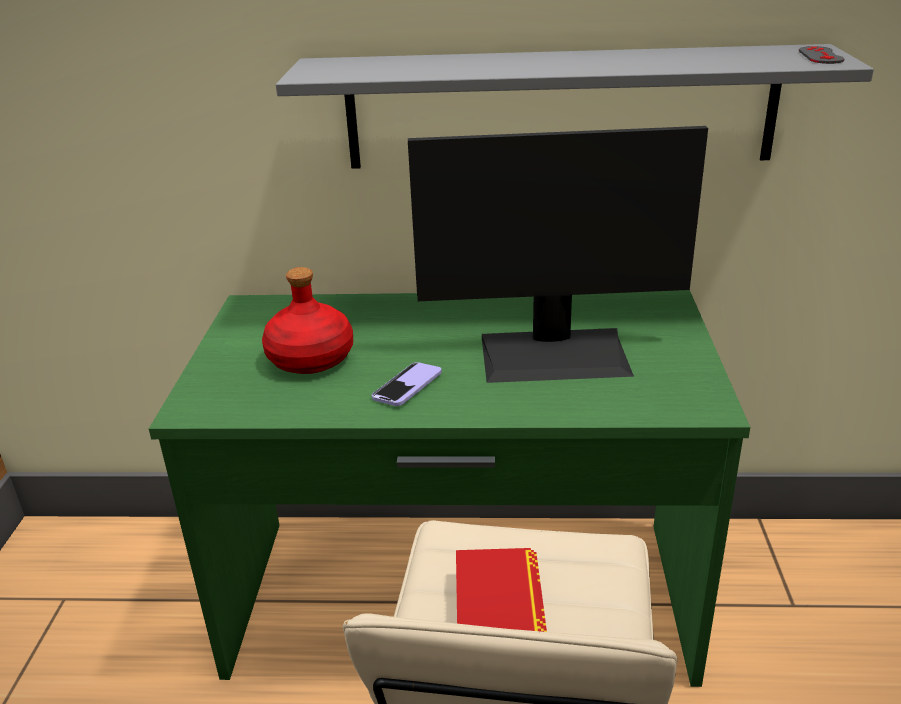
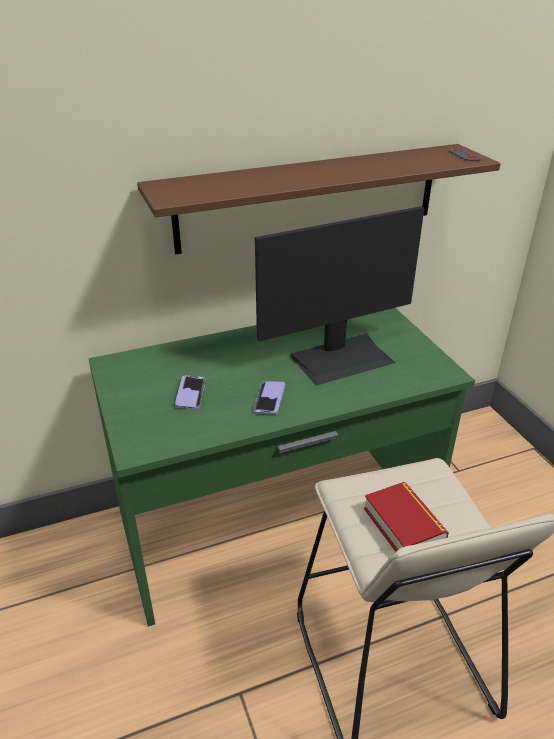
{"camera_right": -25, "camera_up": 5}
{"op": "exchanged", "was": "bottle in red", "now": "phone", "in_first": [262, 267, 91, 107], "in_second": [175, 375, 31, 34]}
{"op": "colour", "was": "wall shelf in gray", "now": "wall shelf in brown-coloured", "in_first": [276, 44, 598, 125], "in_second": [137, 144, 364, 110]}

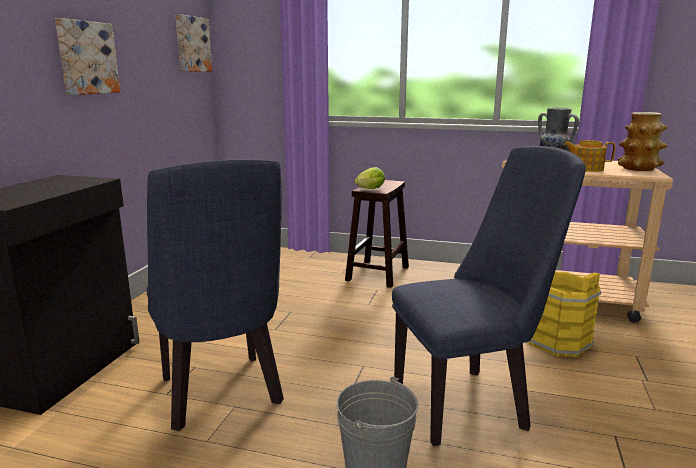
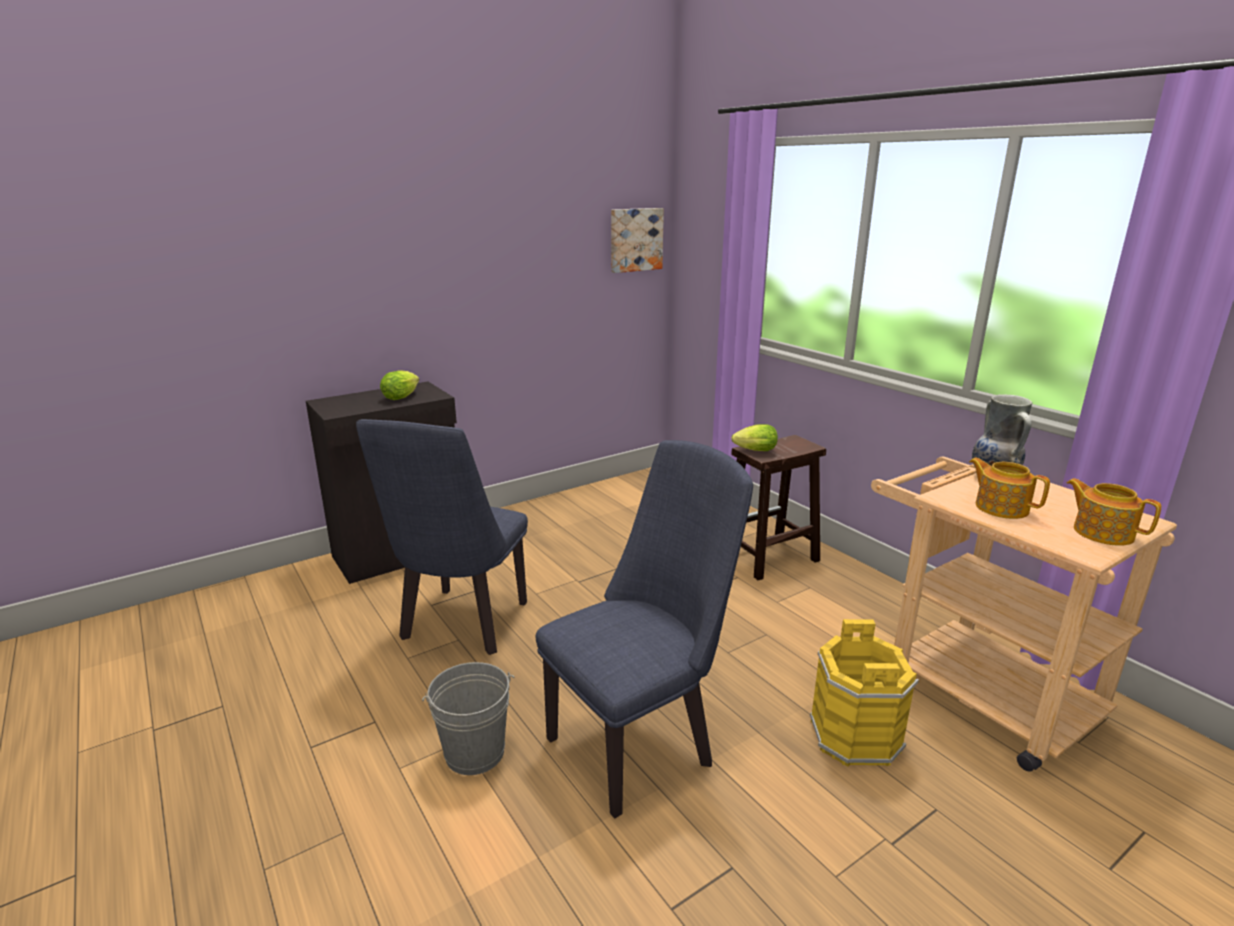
{"camera_right": 40, "camera_up": 5}
{"op": "missing", "was": "wall art", "in_first": [55, 18, 65, 77]}
{"op": "spun", "was": "chair in bluish", "in_first": [392, 146, 194, 300], "in_second": [536, 440, 217, 379], "clockwise": -60}
{"op": "exchanged", "was": "vase", "now": "teapot", "in_first": [618, 112, 50, 59], "in_second": [1067, 478, 94, 68]}
{"op": "appeared", "now": "head of lettuce", "in_second": [380, 370, 39, 30]}

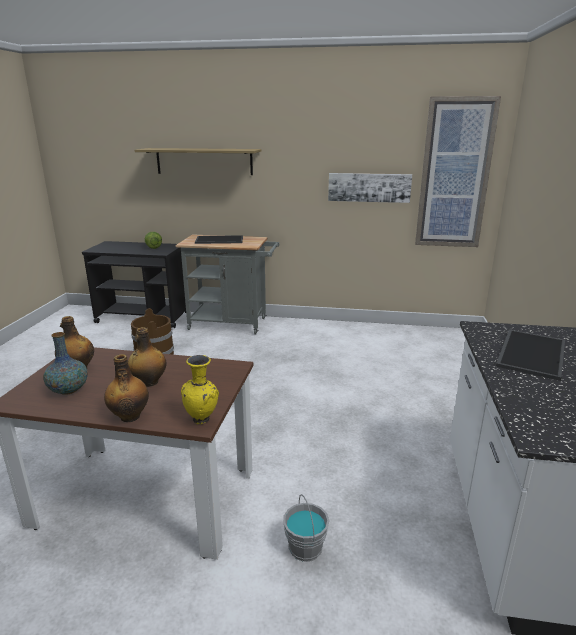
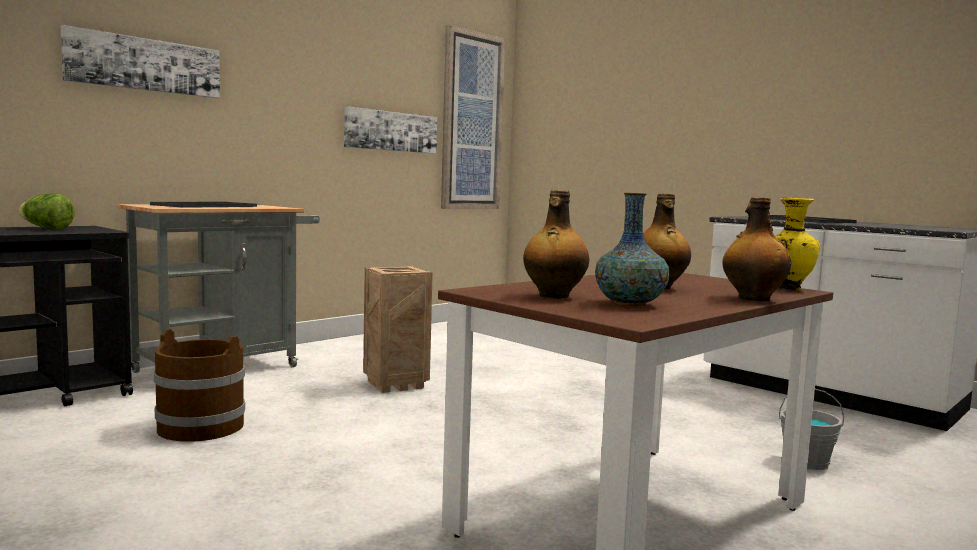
{"camera_right": -55, "camera_up": -15}
{"op": "exchanged", "was": "wall shelf", "now": "wall art", "in_first": [135, 148, 126, 27], "in_second": [61, 25, 159, 73]}
{"op": "appeared", "now": "crate", "in_second": [363, 266, 70, 127]}

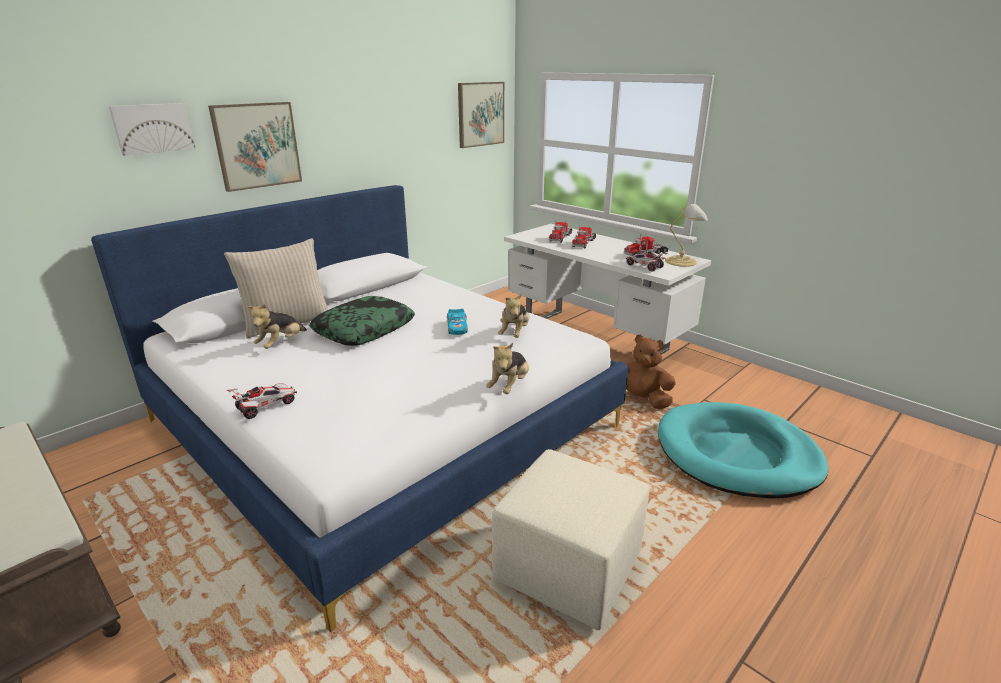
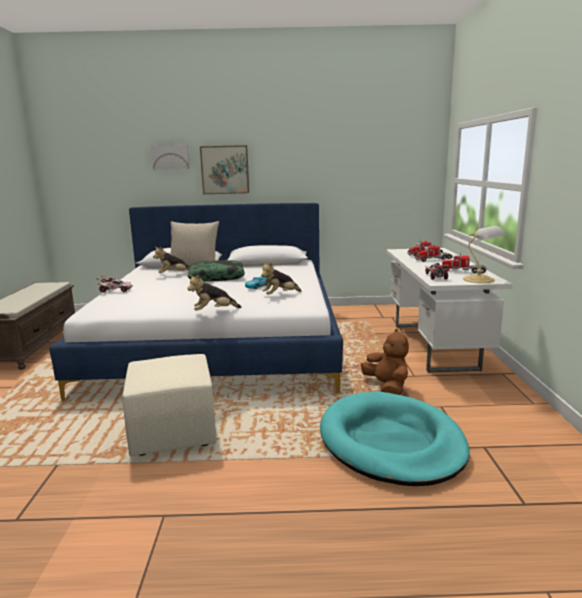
{"camera_right": 45, "camera_up": -10}
{"op": "missing", "was": "wall art", "in_first": [458, 82, 46, 66]}

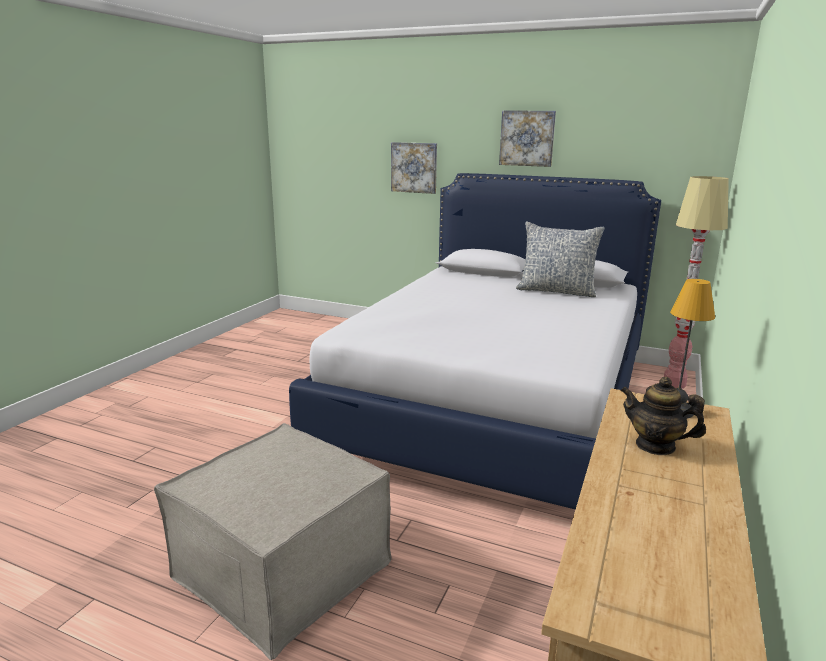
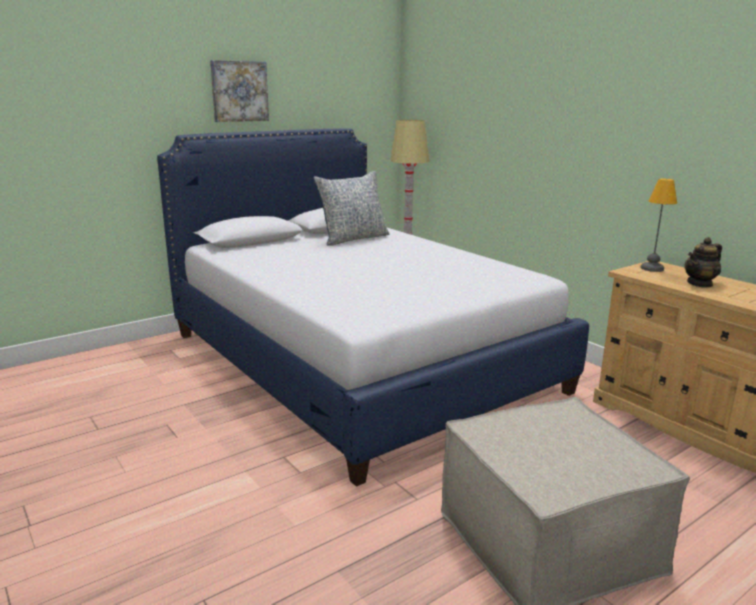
{"camera_right": -60, "camera_up": 0}
{"op": "missing", "was": "wall art", "in_first": [391, 142, 46, 52]}

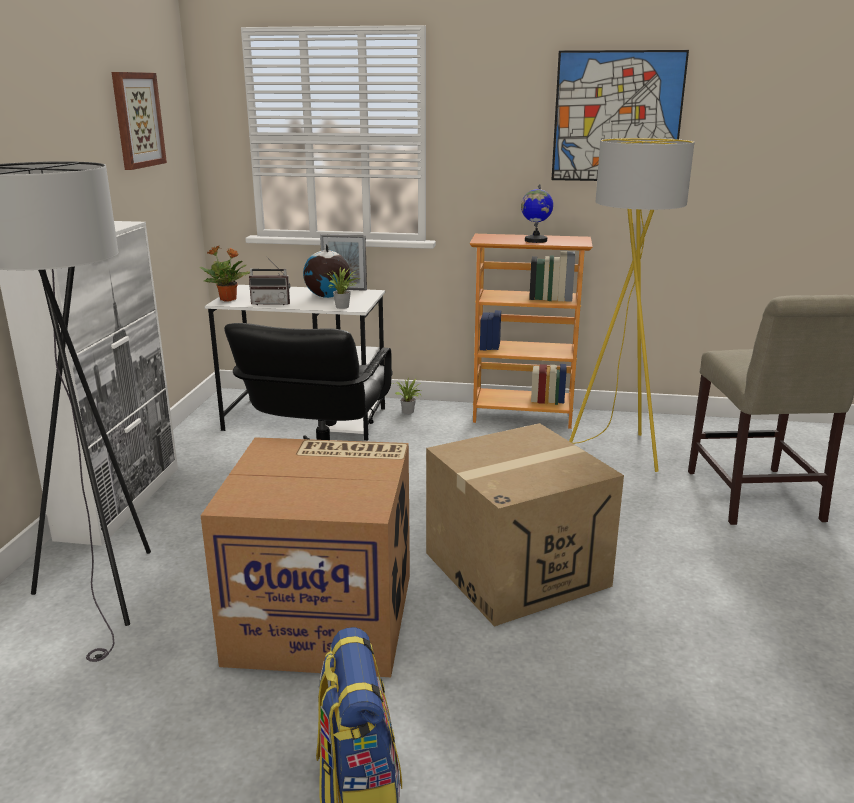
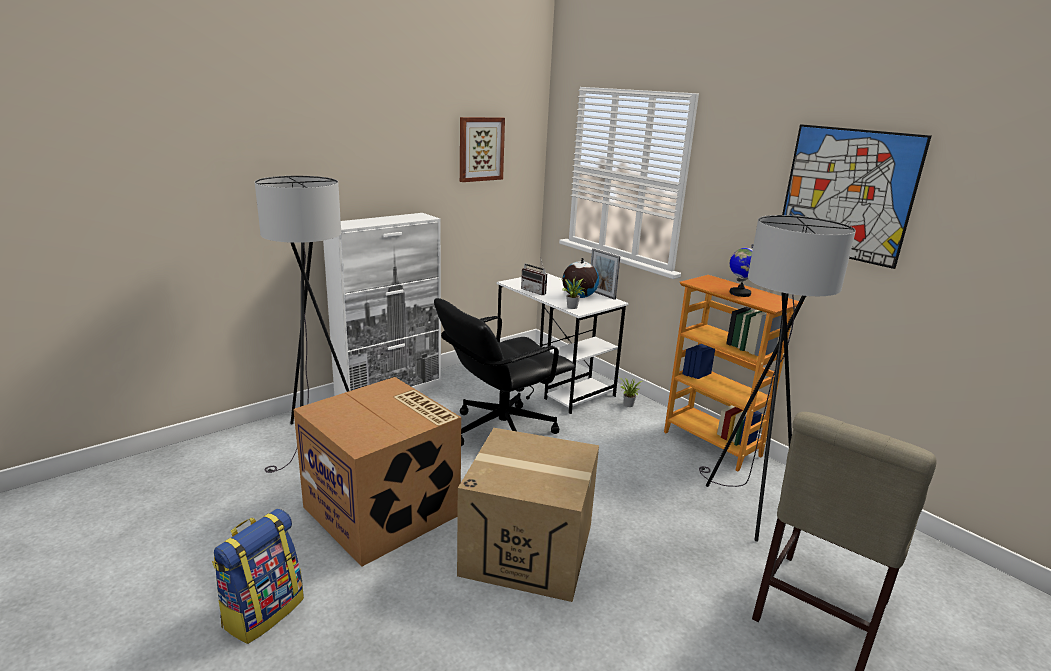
{"camera_right": 40, "camera_up": 0}
{"op": "missing", "was": "potted plant", "in_first": [200, 246, 50, 56]}
{"op": "colour", "was": "standing lamp in yellow-coloured", "now": "standing lamp in gray", "in_first": [569, 138, 125, 334], "in_second": [699, 215, 157, 327]}

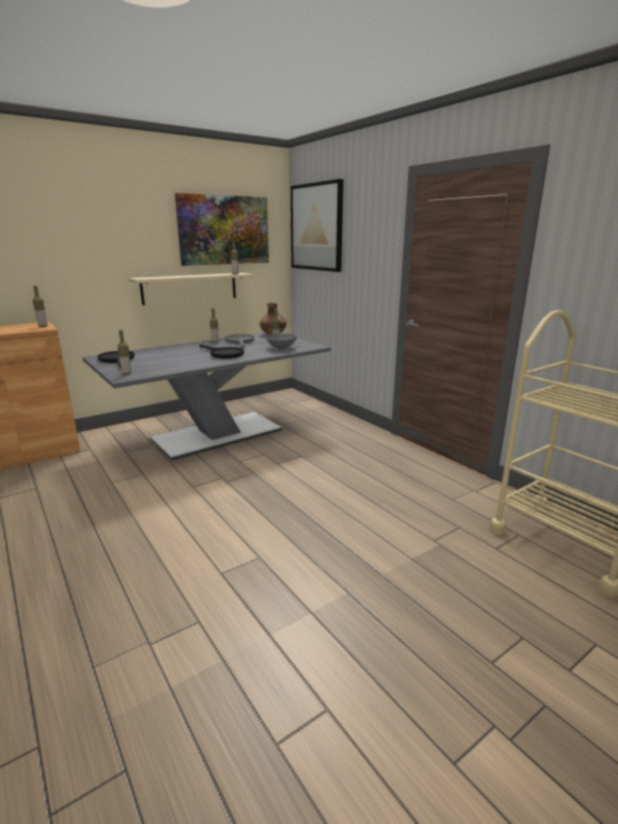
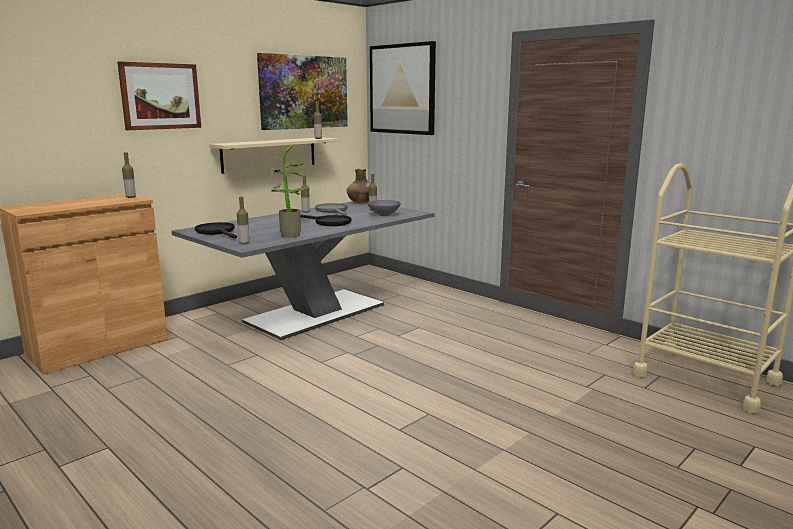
{"camera_right": -10, "camera_up": -5}
{"op": "appeared", "now": "wall art", "in_second": [117, 61, 84, 69]}
{"op": "appeared", "now": "potted plant", "in_second": [271, 146, 41, 92]}

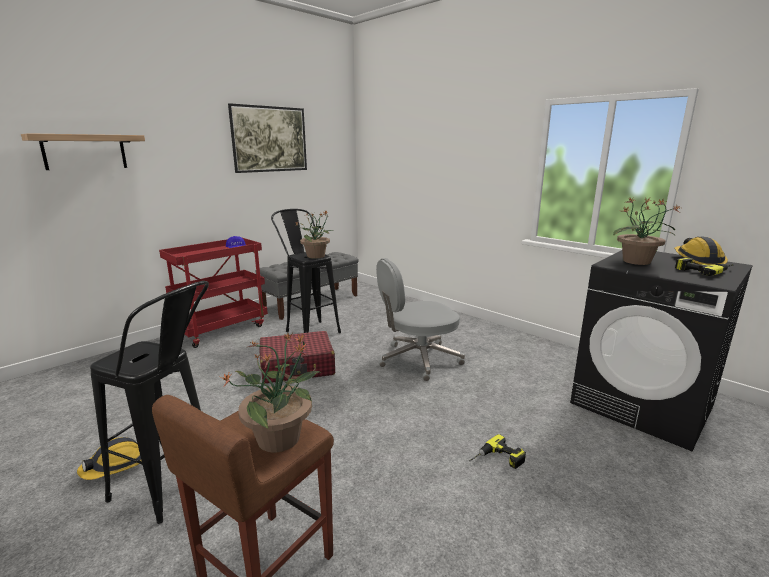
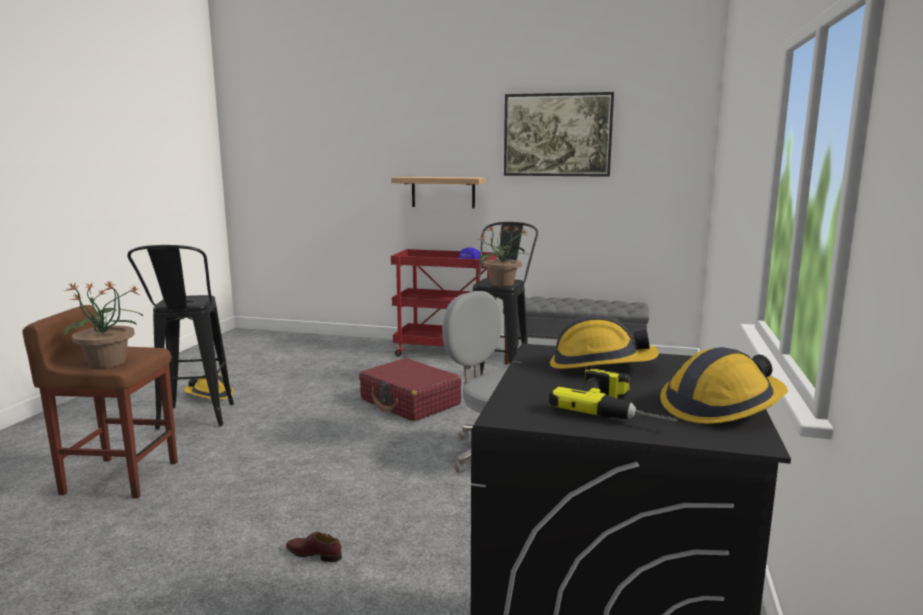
{"camera_right": 60, "camera_up": -5}
{"op": "relocated", "was": "wall shelf", "in_first": [21, 133, 124, 37], "in_second": [391, 177, 95, 31]}
{"op": "exchanged", "was": "power drill", "now": "low shoe in brown-coloured", "in_first": [469, 434, 57, 35], "in_second": [286, 532, 56, 30]}
{"op": "exchanged", "was": "potted plant", "now": "work helmet", "in_first": [613, 197, 68, 68], "in_second": [550, 315, 109, 54]}

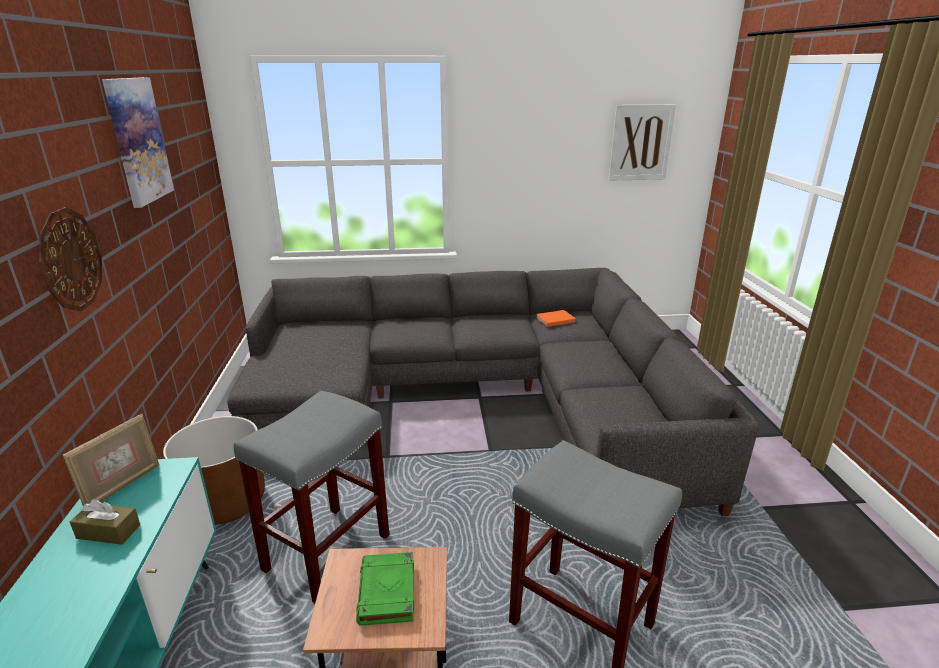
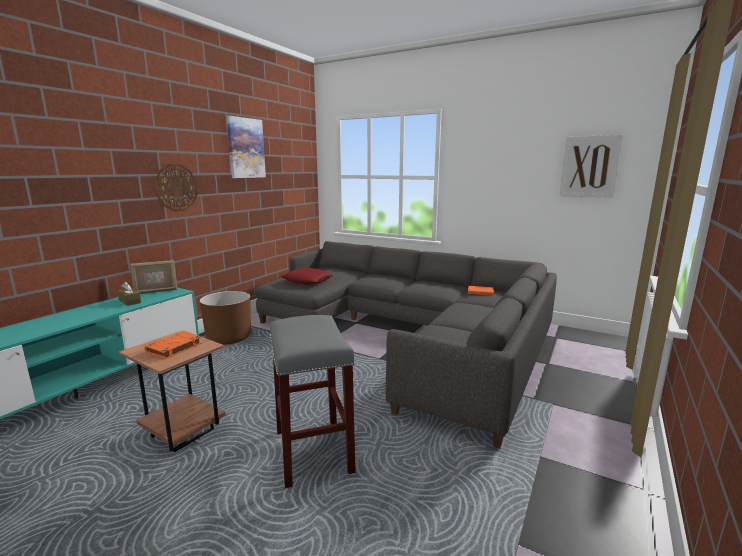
{"camera_right": 35, "camera_up": -10}
{"op": "missing", "was": "sitting stool in gray", "in_first": [234, 391, 155, 212]}
{"op": "colour", "was": "bound book in greenish", "now": "bound book in orange", "in_first": [356, 552, 58, 74], "in_second": [145, 332, 56, 27]}
{"op": "appeared", "now": "pillow in red", "in_second": [282, 268, 51, 16]}

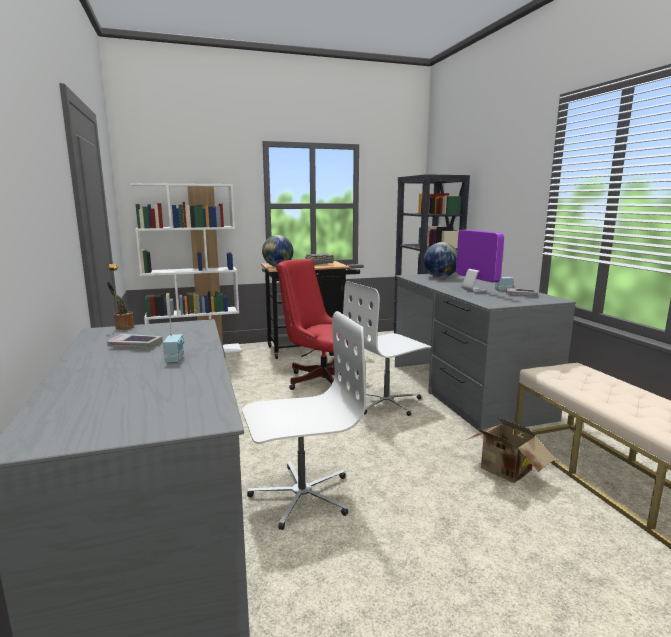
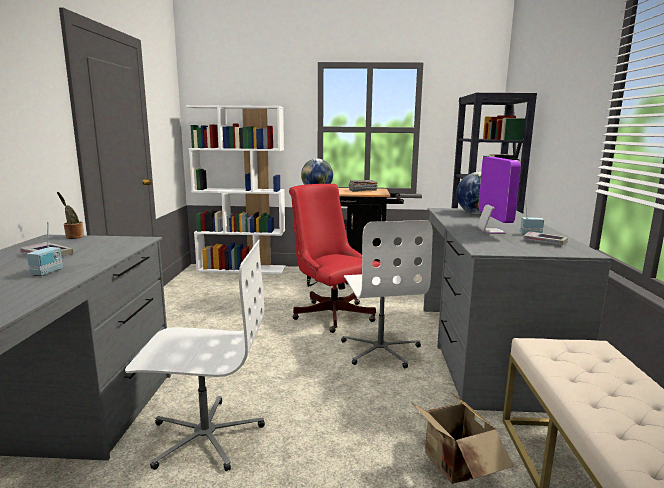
{"camera_right": 20, "camera_up": 0}
{"op": "spun", "was": "office chair in white-coloured", "in_first": [343, 281, 88, 135], "in_second": [341, 220, 92, 148], "clockwise": -90}

